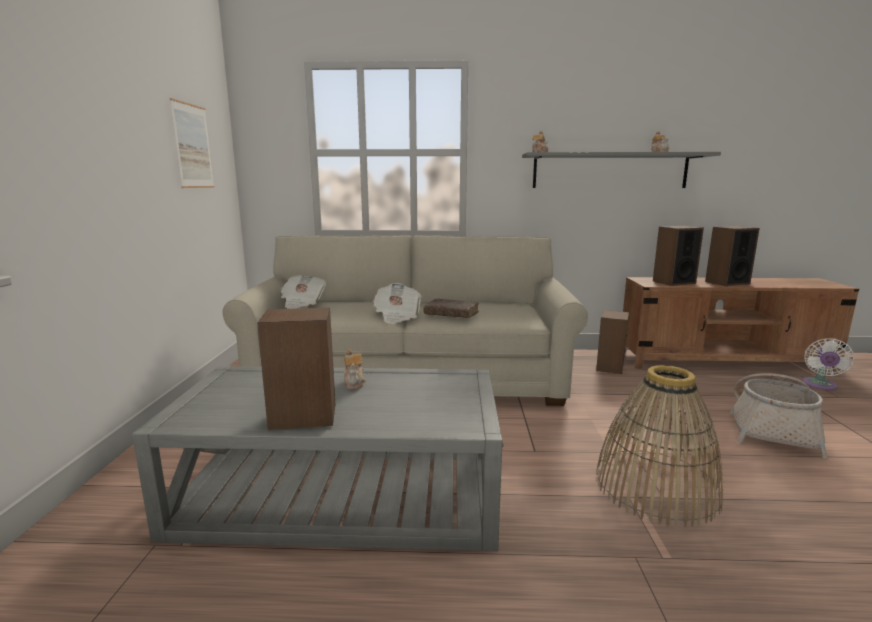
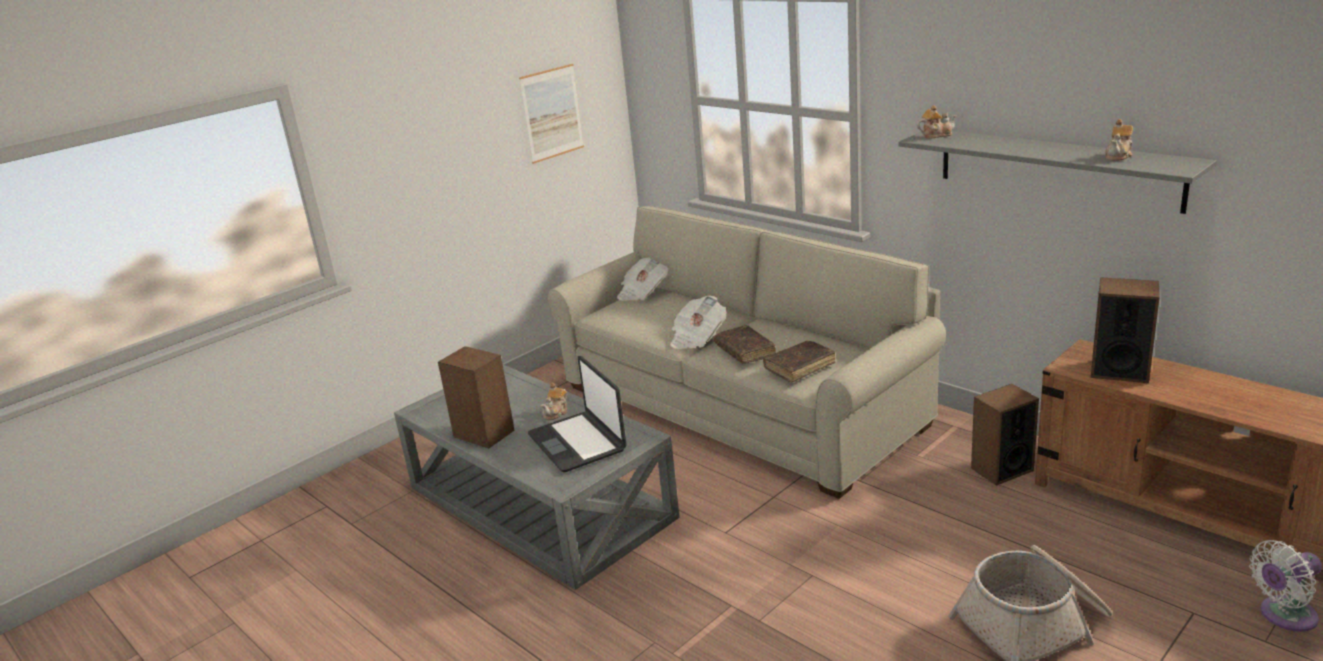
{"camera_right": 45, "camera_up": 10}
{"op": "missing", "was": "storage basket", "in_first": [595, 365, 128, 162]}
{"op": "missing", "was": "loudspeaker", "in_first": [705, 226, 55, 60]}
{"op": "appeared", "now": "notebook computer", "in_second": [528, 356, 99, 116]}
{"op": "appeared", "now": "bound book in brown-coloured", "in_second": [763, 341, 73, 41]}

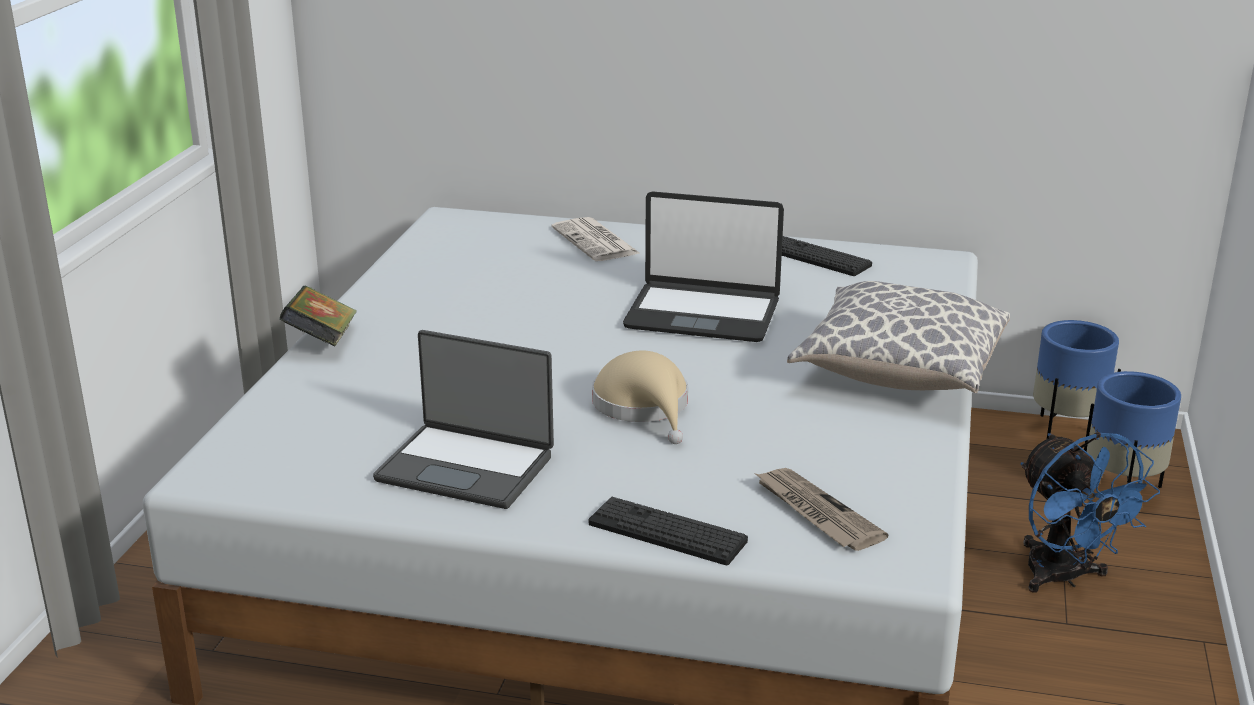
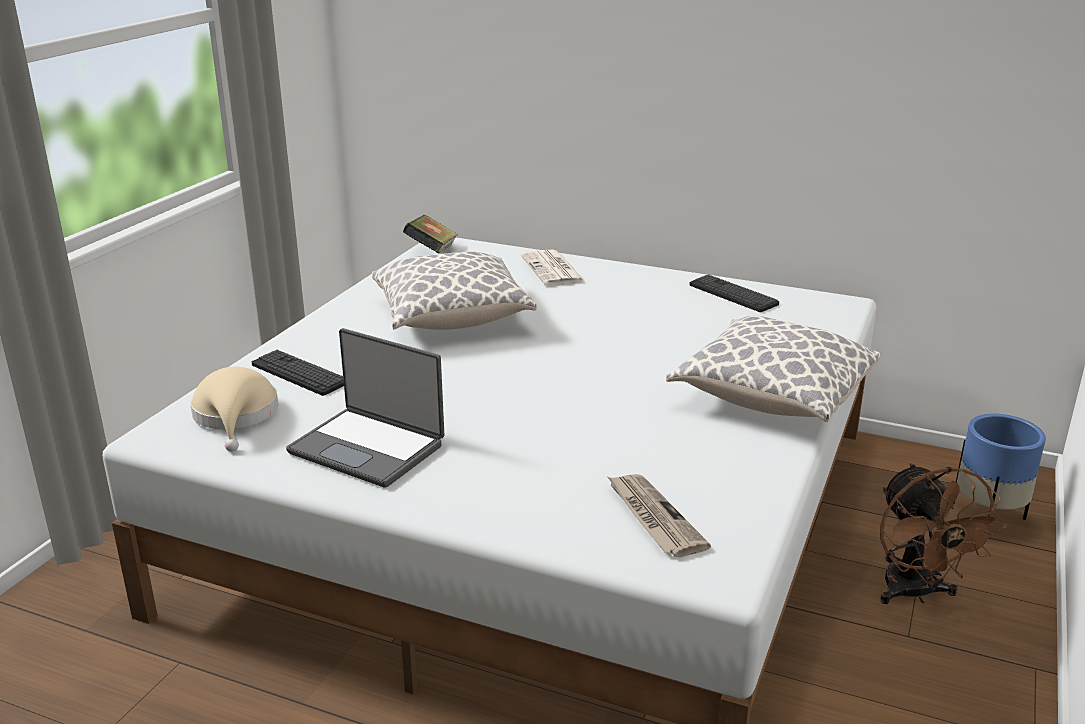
{"camera_right": 10, "camera_up": 0}
{"op": "relocated", "was": "bound book", "in_first": [279, 286, 78, 61], "in_second": [403, 215, 55, 38]}
{"op": "relocated", "was": "computer keyboard", "in_first": [589, 497, 159, 68], "in_second": [252, 350, 92, 46]}
{"op": "relocated", "was": "wearable hat in beige", "in_first": [592, 350, 96, 94], "in_second": [190, 367, 88, 85]}
{"op": "missing", "was": "notebook computer", "in_first": [623, 191, 161, 151]}
{"op": "colour", "was": "fan in bluish", "now": "fan in brown-coloured", "in_first": [1021, 432, 139, 160], "in_second": [880, 463, 127, 141]}
{"op": "missing", "was": "flower pot in bluish", "in_first": [1033, 320, 88, 119]}
{"op": "appeared", "now": "pillow", "in_second": [372, 251, 165, 79]}

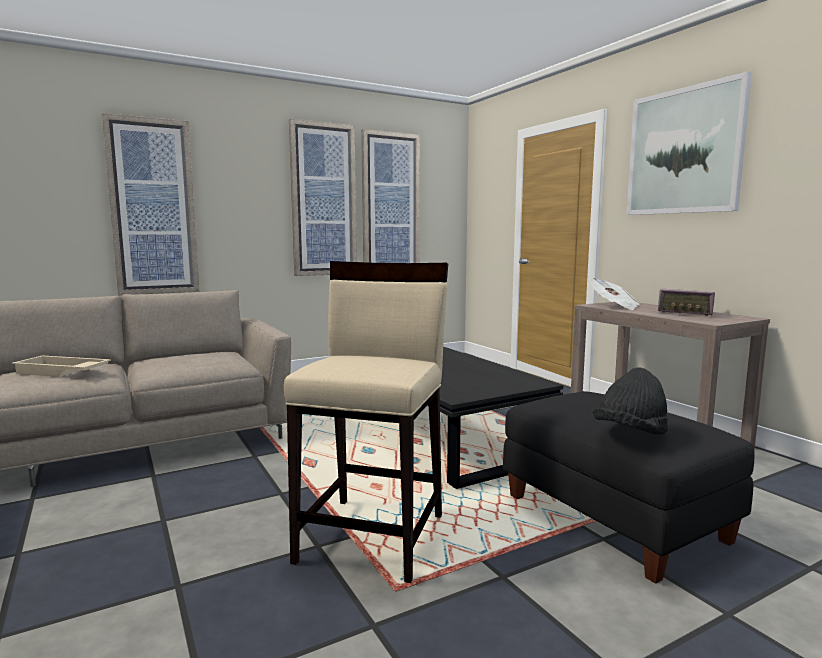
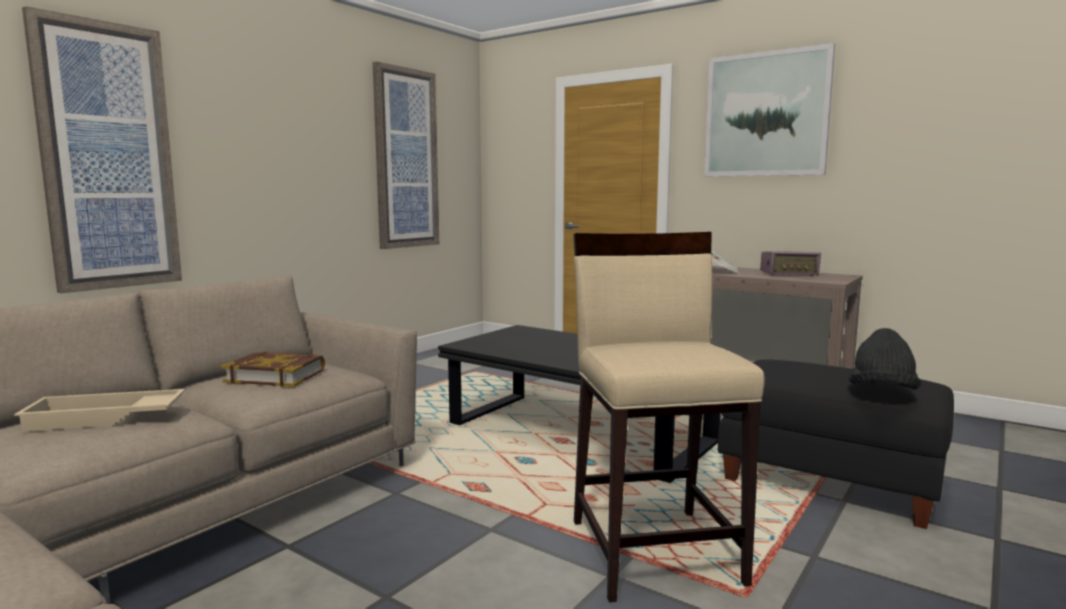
{"camera_right": -25, "camera_up": 0}
{"op": "missing", "was": "wall art", "in_first": [289, 119, 68, 157]}
{"op": "appeared", "now": "bound book", "in_second": [221, 352, 104, 35]}

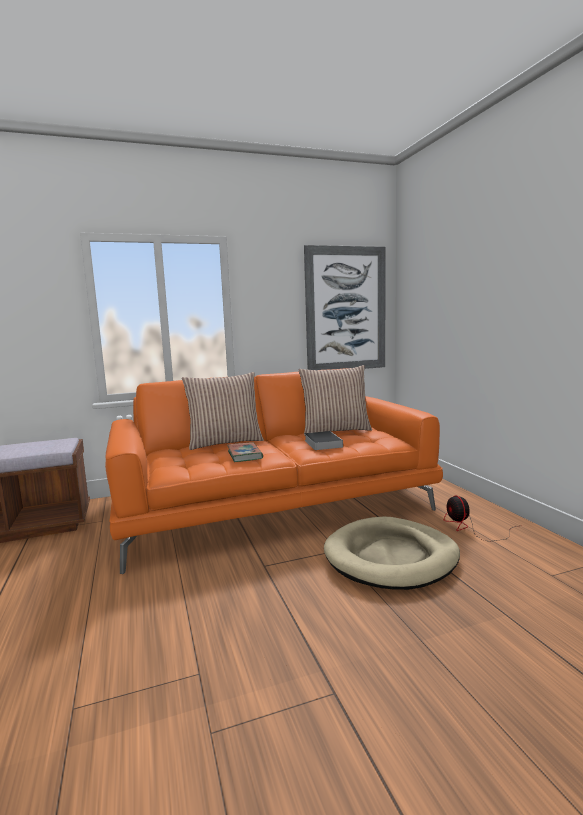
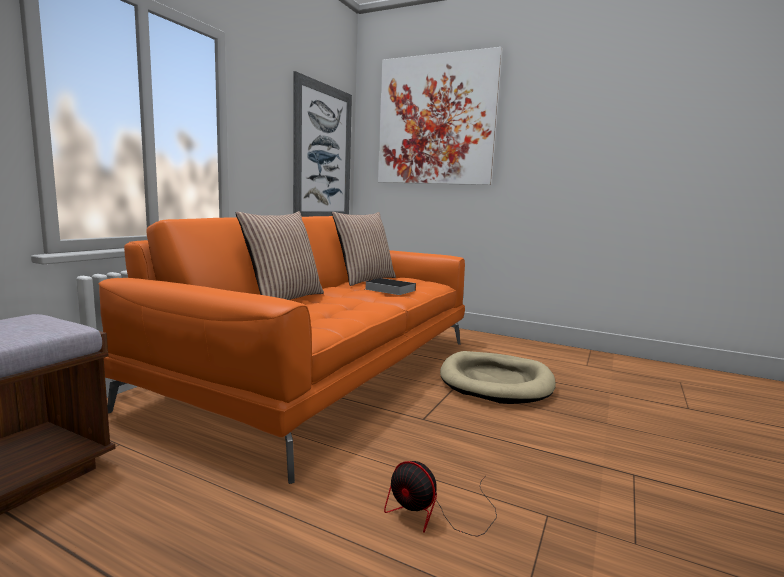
{"camera_right": -45, "camera_up": 0}
{"op": "missing", "was": "bound book", "in_first": [227, 443, 36, 19]}
{"op": "relocated", "was": "fan", "in_first": [444, 495, 73, 46], "in_second": [384, 461, 113, 76]}
{"op": "appeared", "now": "wall art", "in_second": [378, 47, 125, 138]}

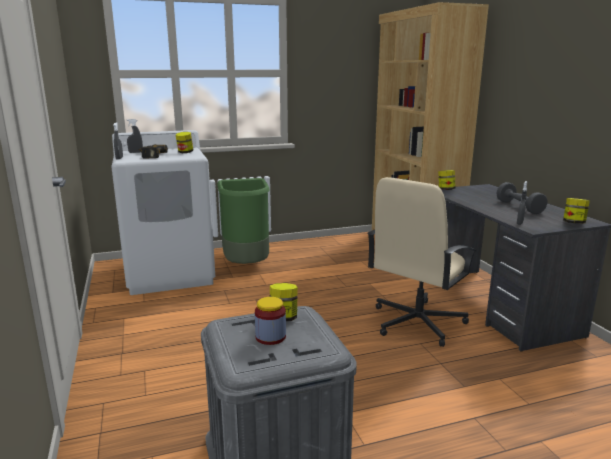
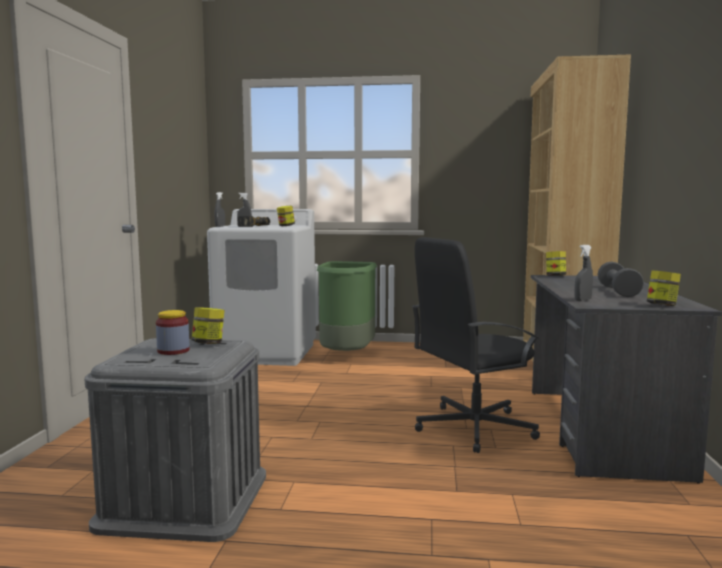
{"camera_right": 25, "camera_up": -10}
{"op": "colour", "was": "office chair in beige", "now": "office chair in black", "in_first": [367, 177, 109, 170], "in_second": [412, 237, 128, 216]}

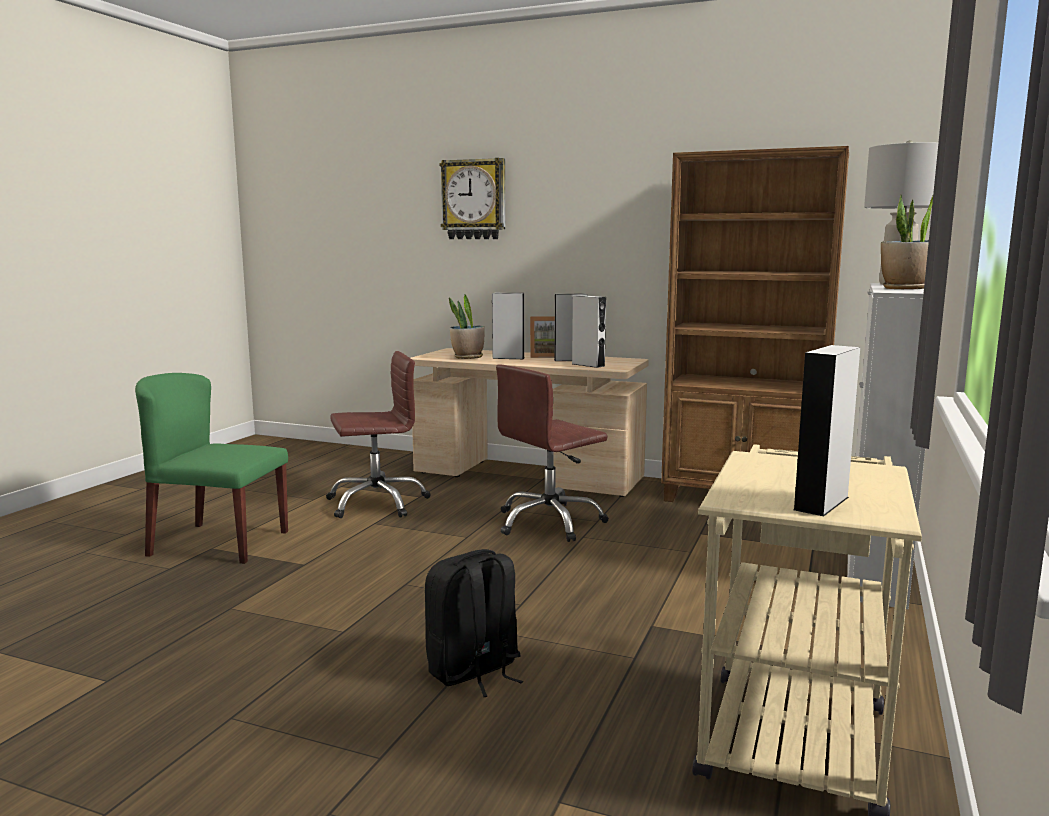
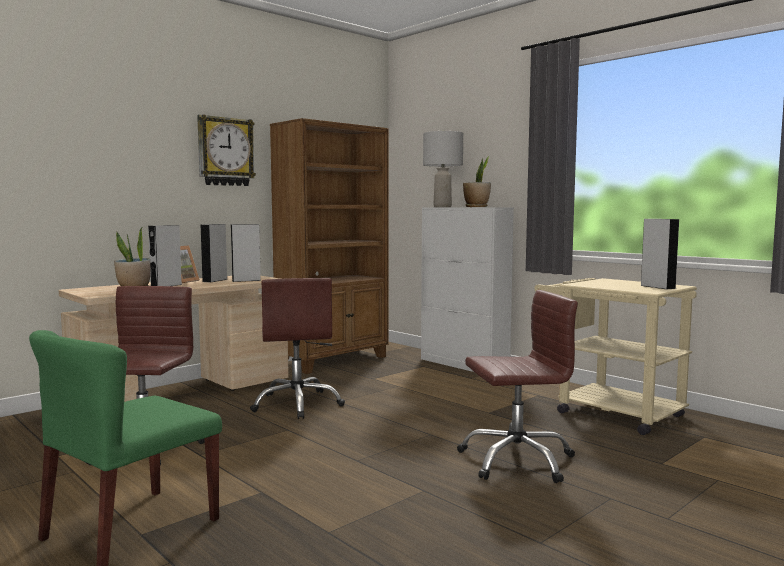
{"camera_right": -65, "camera_up": -5}
{"op": "exchanged", "was": "rucksack in black", "now": "office chair in brown-coloured", "in_first": [425, 549, 98, 148], "in_second": [457, 290, 121, 193]}
{"op": "relocated", "was": "wall clock", "in_first": [439, 158, 66, 81], "in_second": [197, 114, 59, 72]}

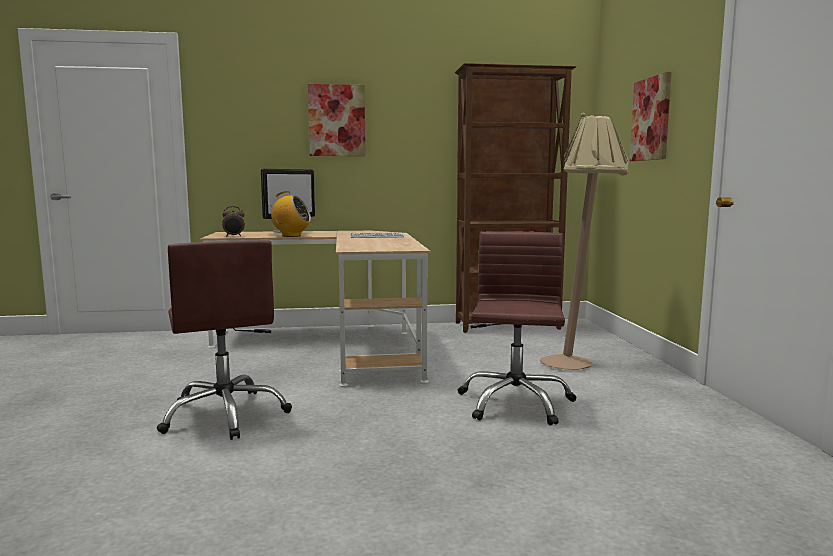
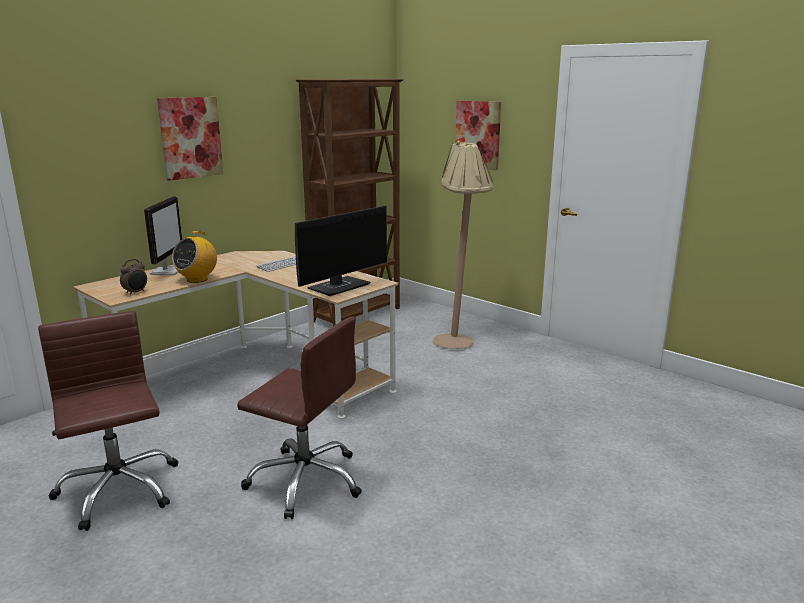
{"camera_right": -40, "camera_up": 10}
{"op": "spun", "was": "radio receiver", "in_first": [267, 191, 44, 46], "in_second": [172, 231, 45, 52], "clockwise": 150}
{"op": "relocated", "was": "office chair in brown-coloured", "in_first": [458, 231, 119, 195], "in_second": [38, 311, 140, 220]}
{"op": "appeared", "now": "monitor", "in_second": [295, 205, 92, 91]}

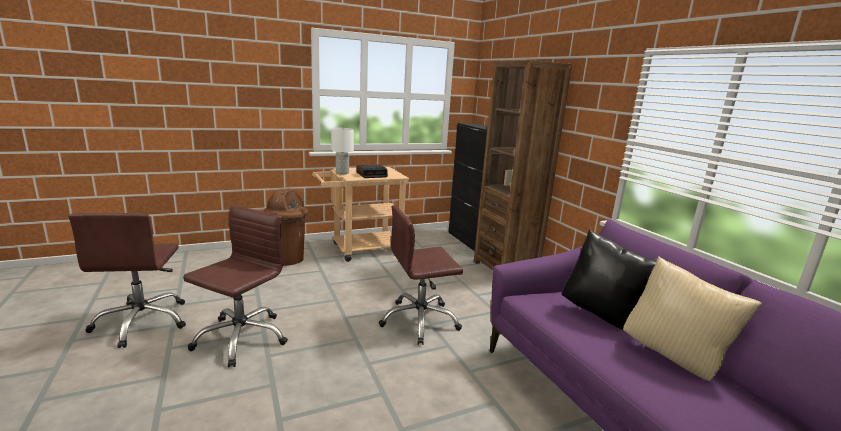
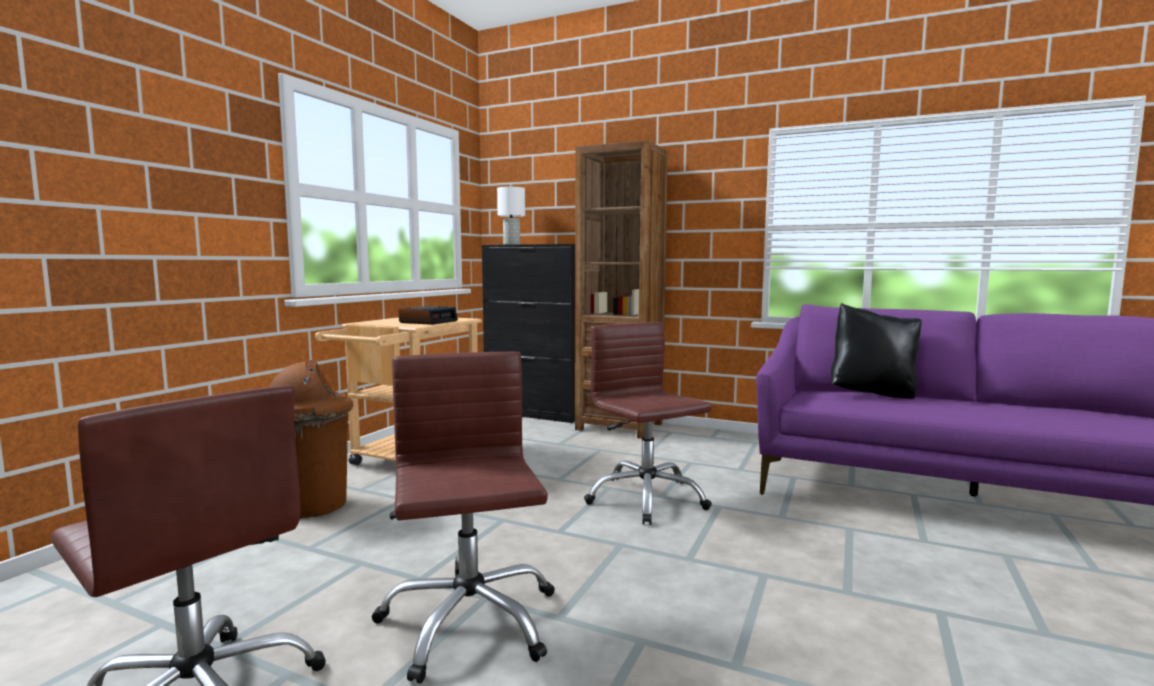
{"camera_right": -40, "camera_up": -10}
{"op": "relocated", "was": "table lamp in white-coloured", "in_first": [331, 128, 23, 46], "in_second": [497, 187, 28, 58]}
{"op": "spun", "was": "office chair in brown-coloured", "in_first": [379, 205, 84, 140], "in_second": [584, 322, 128, 203], "clockwise": 120}
{"op": "missing", "was": "pillow in beige", "in_first": [623, 256, 139, 125]}

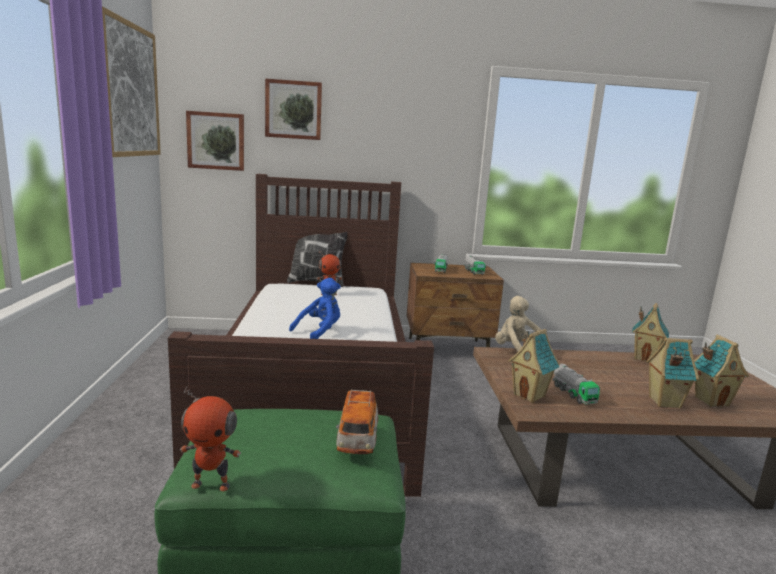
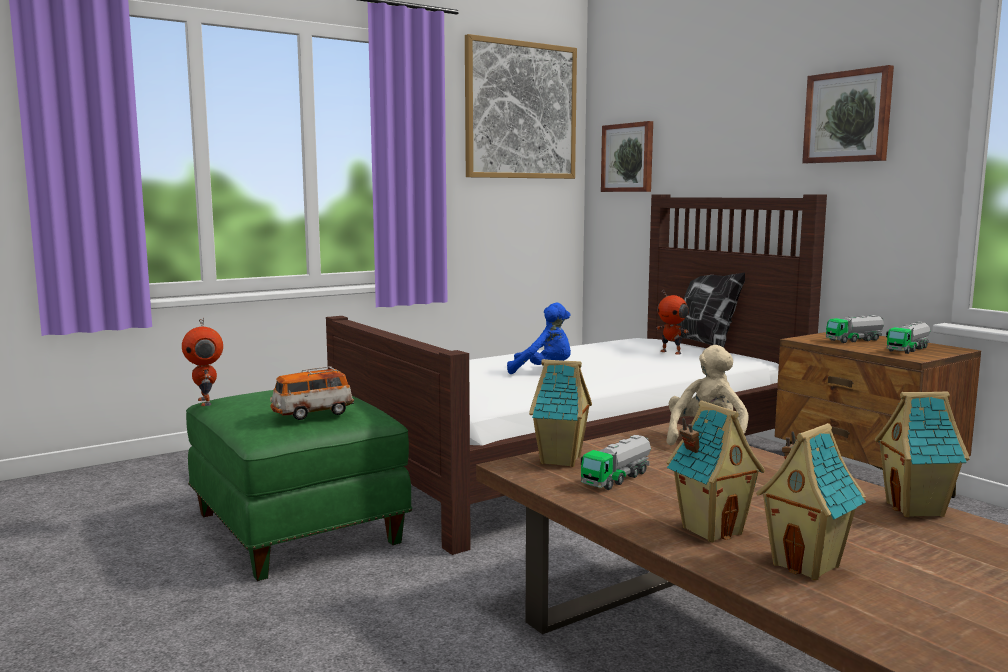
{"camera_right": 60, "camera_up": -5}
{"op": "relocated", "was": "wall art", "in_first": [265, 78, 57, 62], "in_second": [802, 65, 92, 98]}

